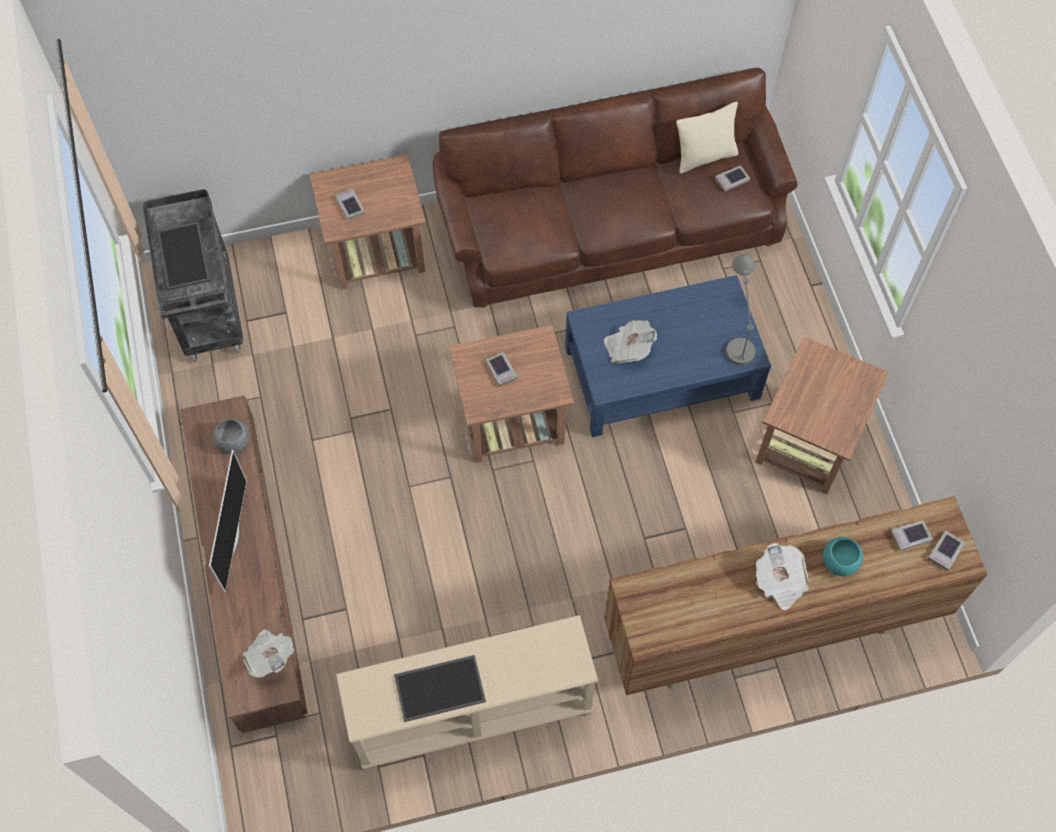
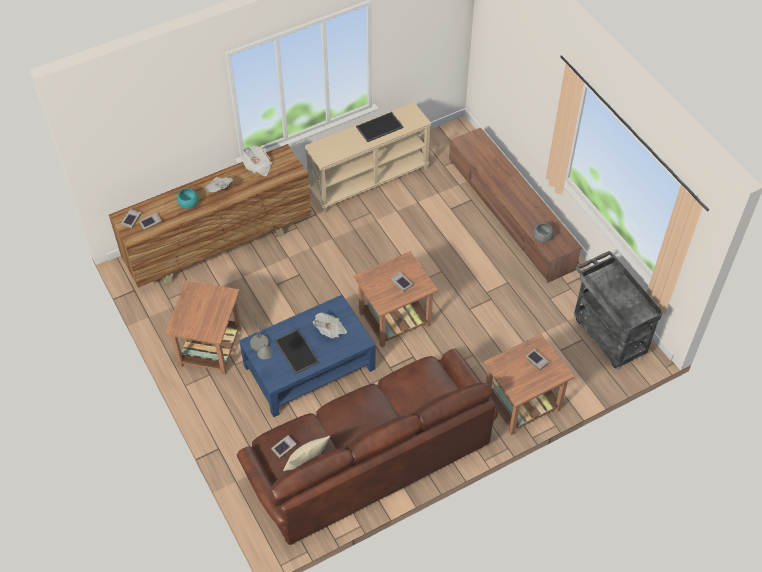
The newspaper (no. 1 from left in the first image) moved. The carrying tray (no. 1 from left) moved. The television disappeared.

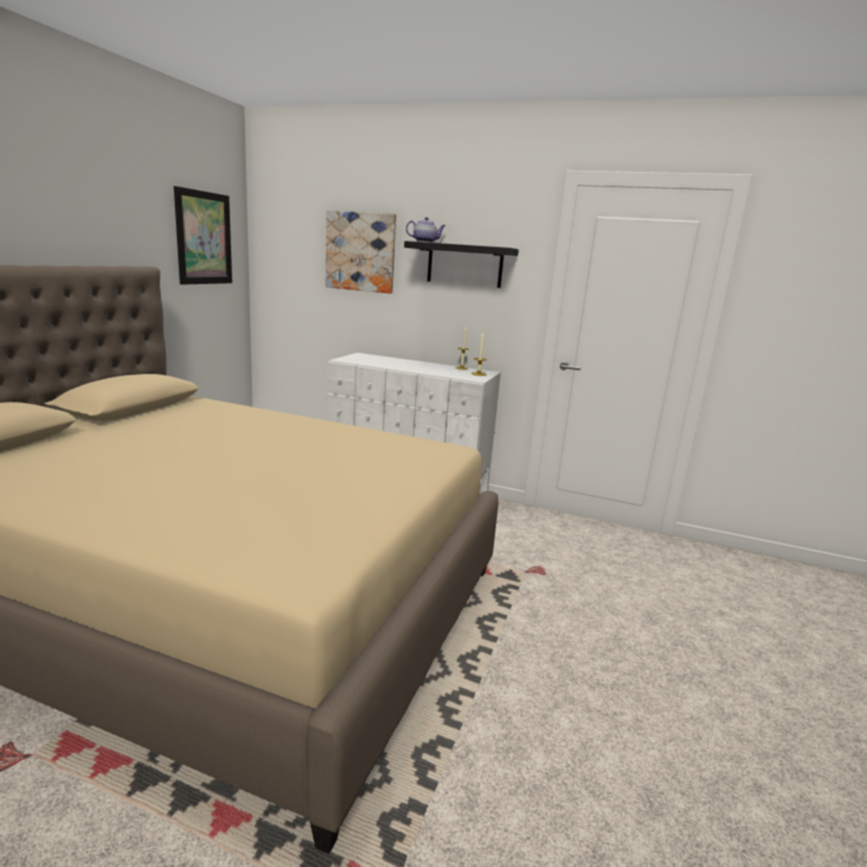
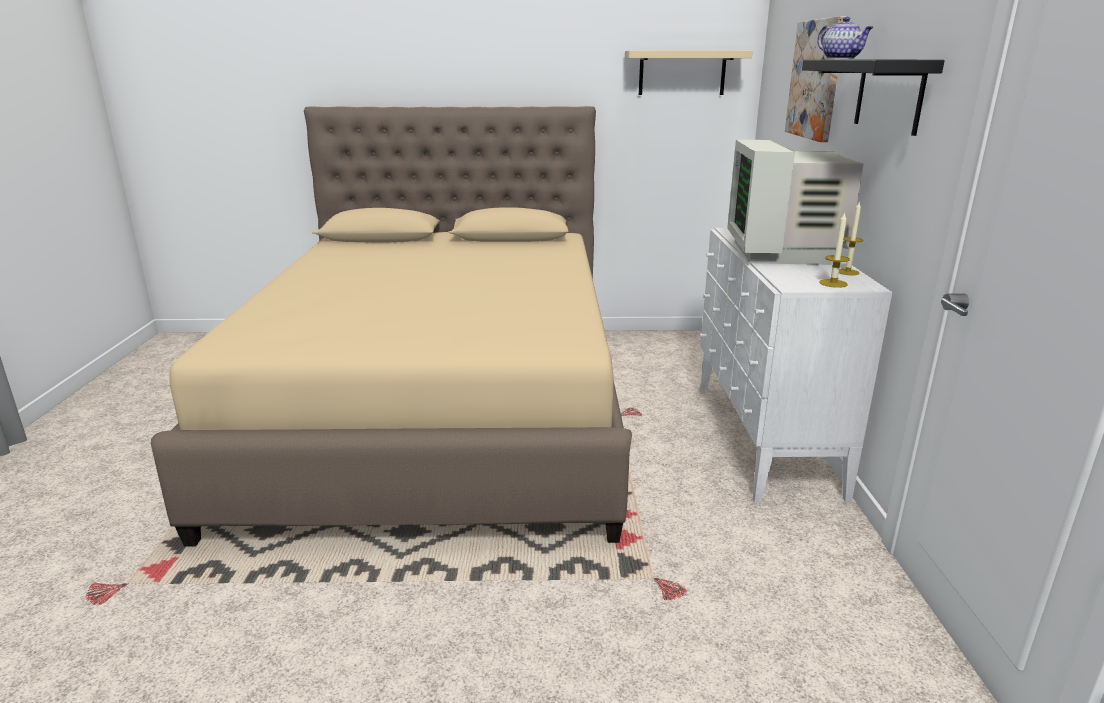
The picture (no. 1 from left) was replaced by the bracket shelf (beige-coloured). The computer display appeared.

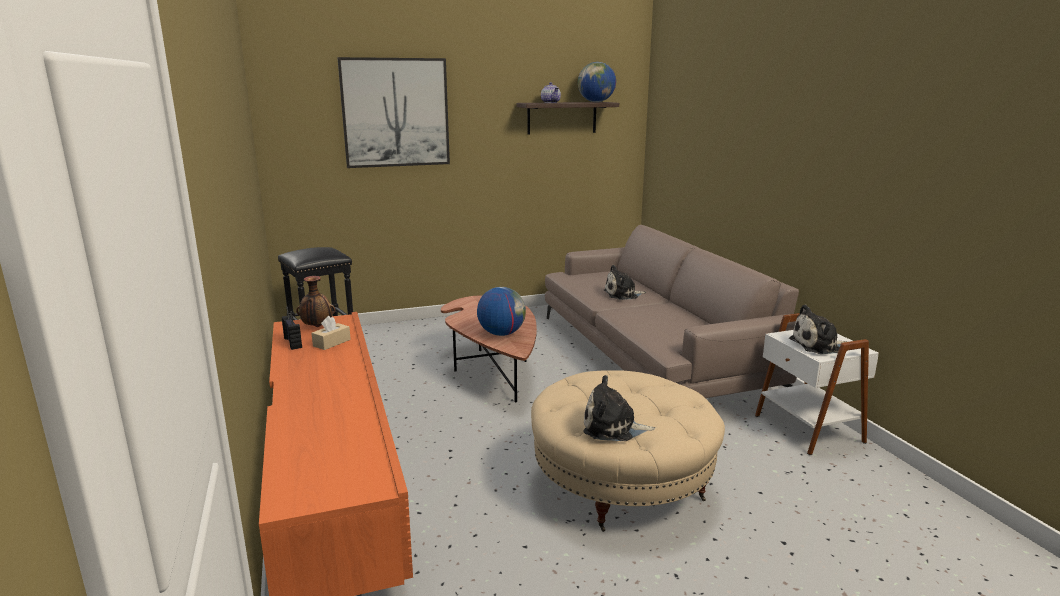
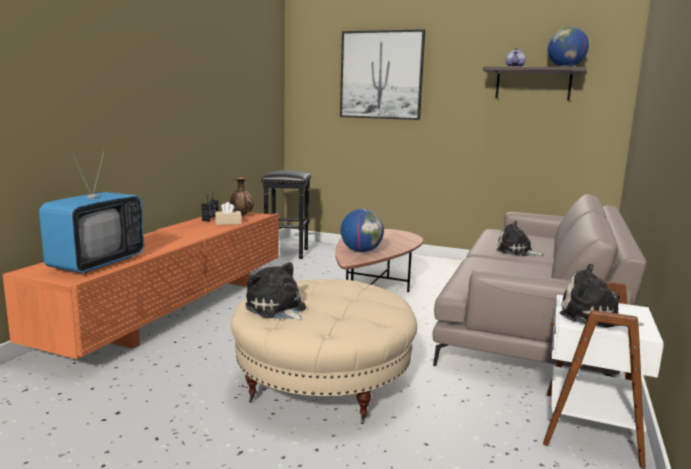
The television appeared.

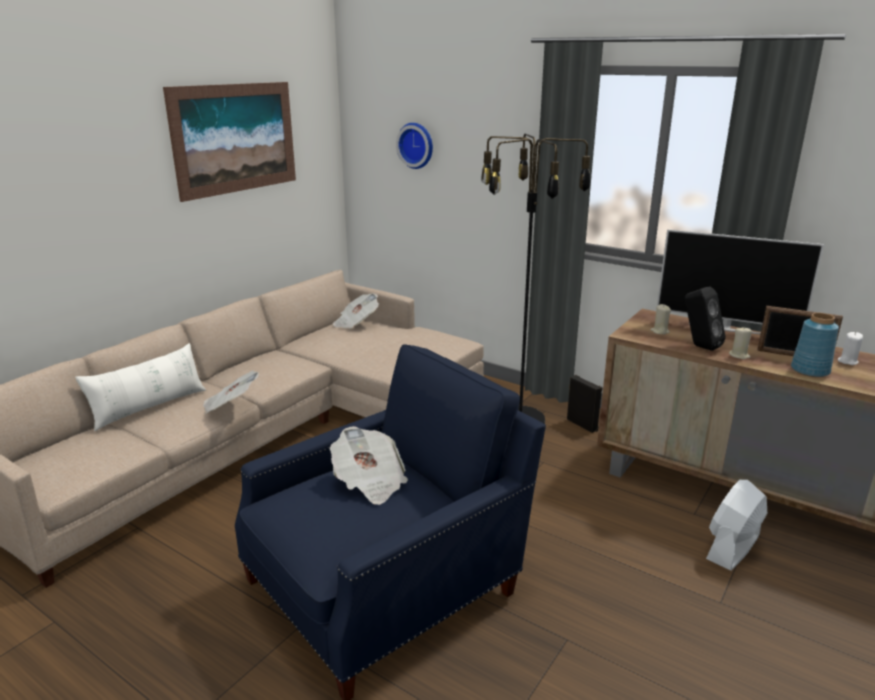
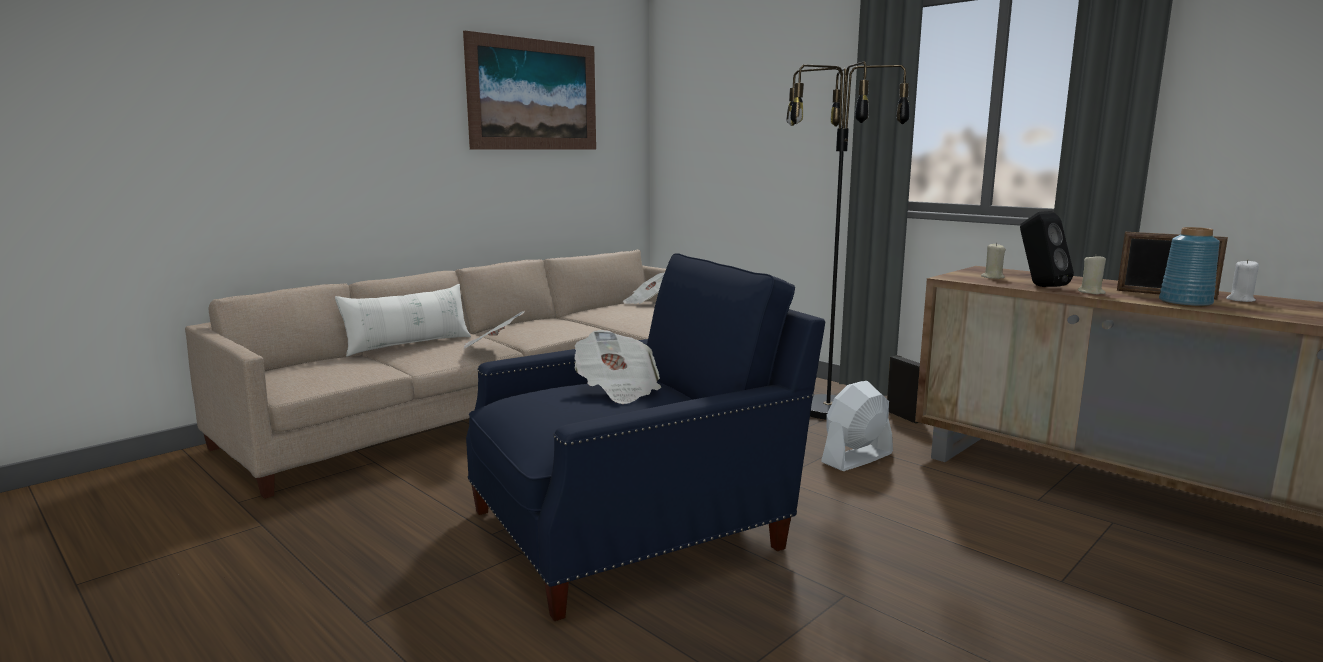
The fan (white) moved. The clock on the wall disappeared. The television disappeared.

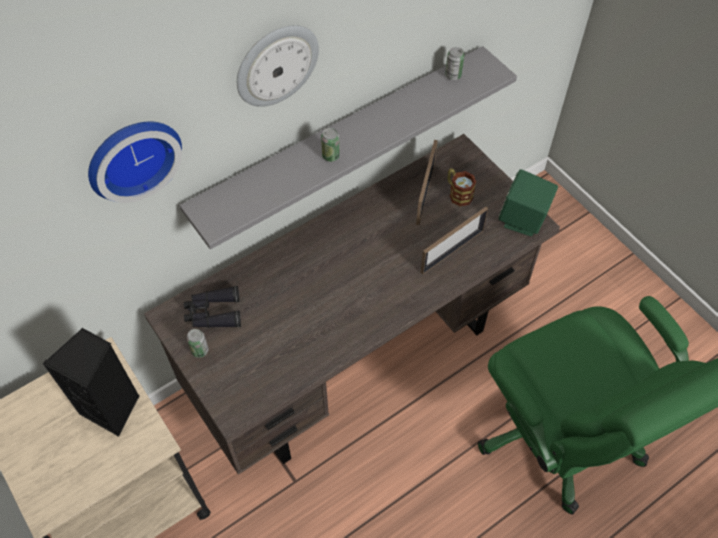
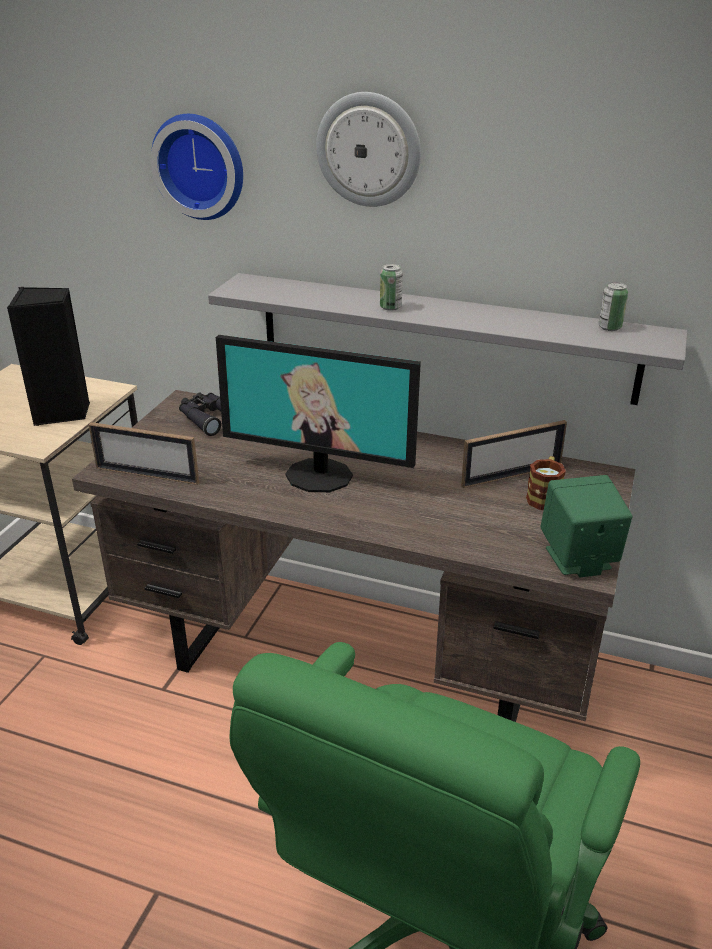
The photo frame (no. 2 from left in the first image) moved. The computer display appeared. The can (no. 1 from left) disappeared.

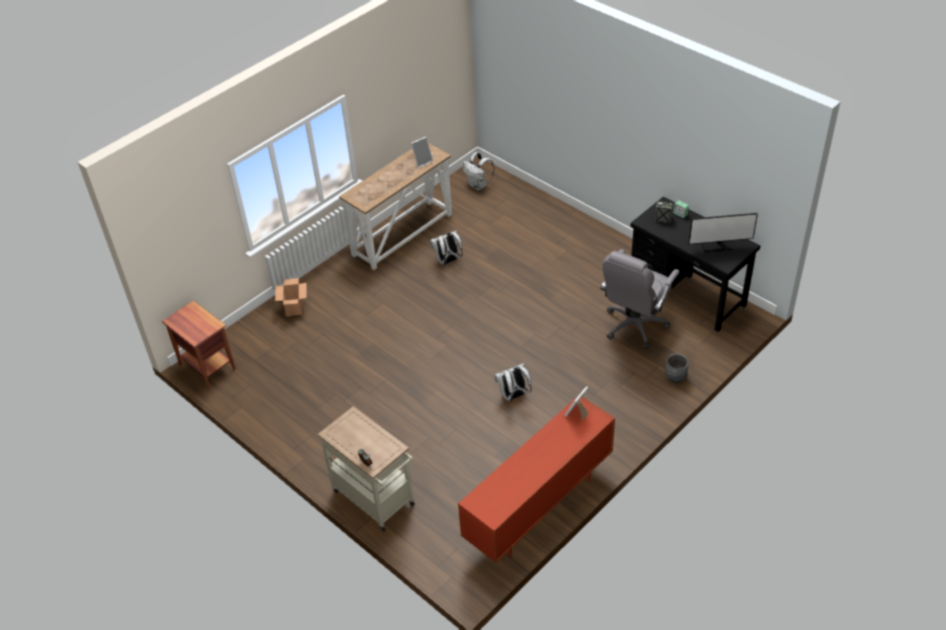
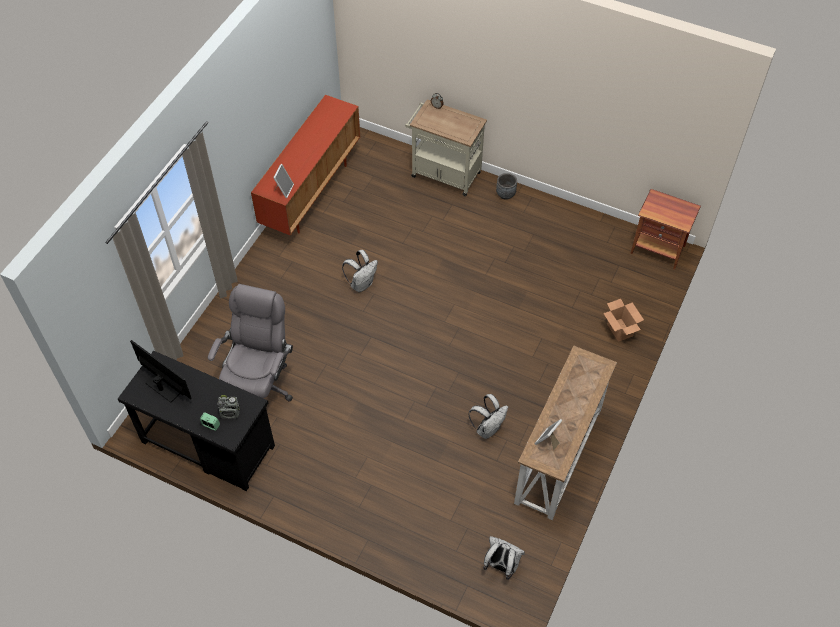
The computer display turned 60 degrees clockwise. The plant pot (gray) moved.

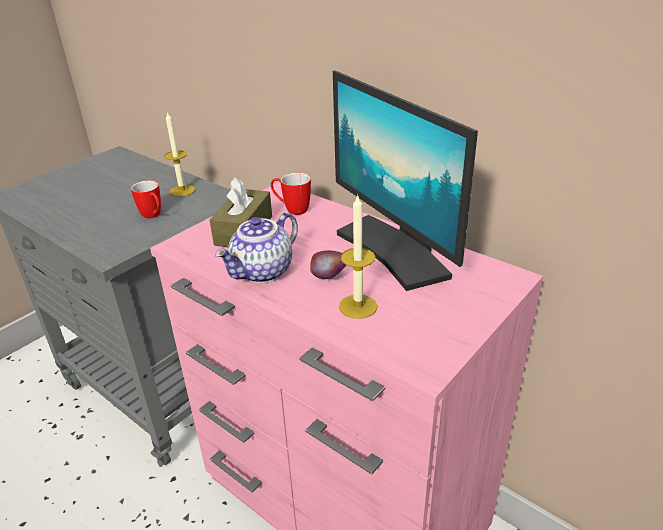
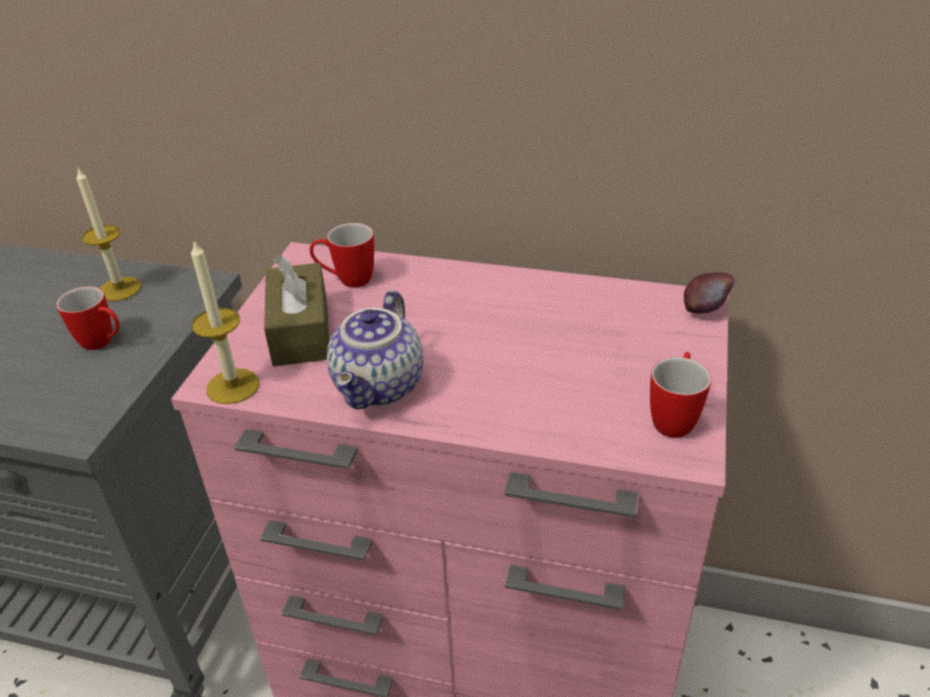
The wax candle (no. 2 from left) moved. The coffee mug (no. 3 from left) appeared. The whole apple moved. The computer display disappeared.

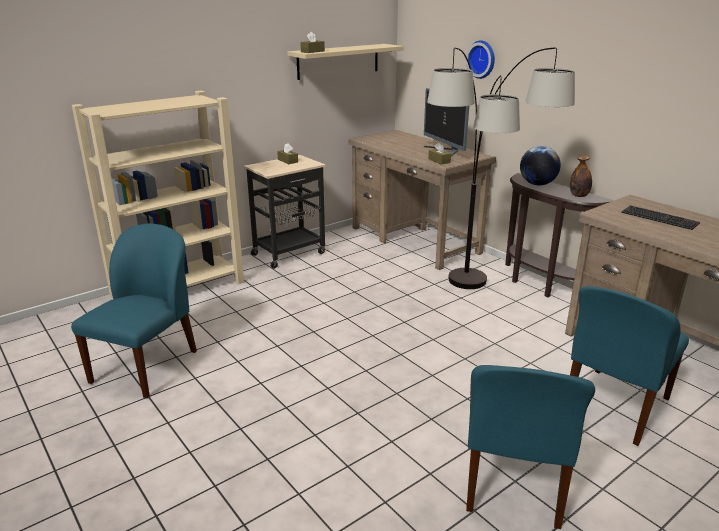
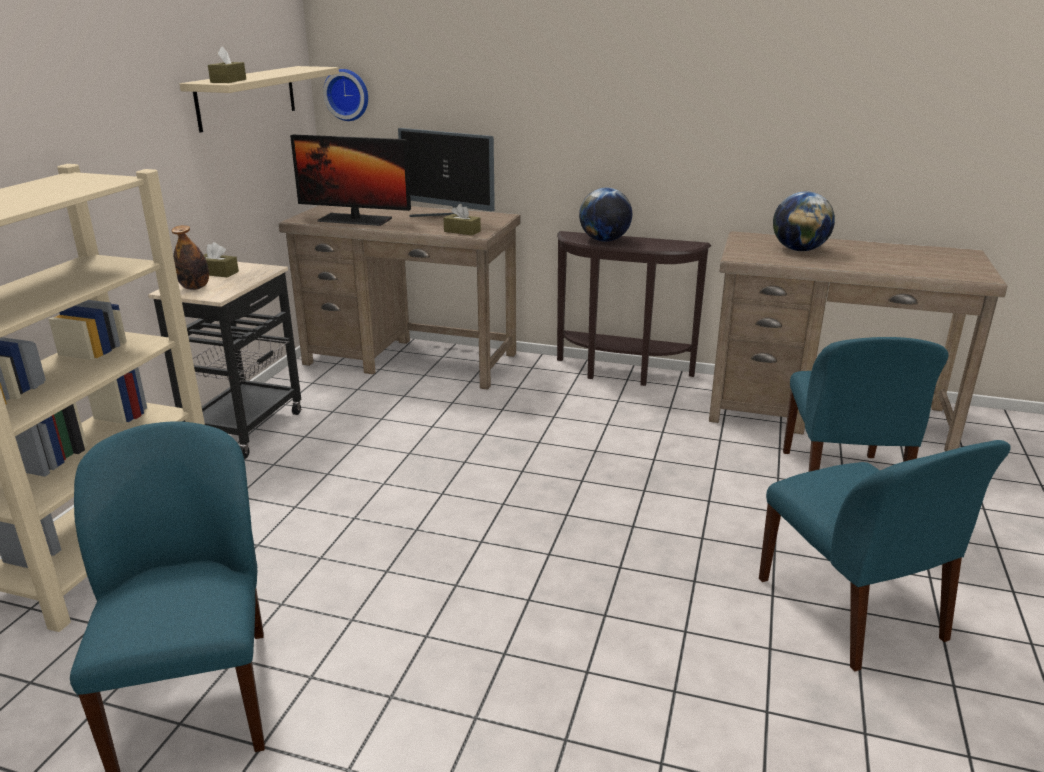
The drink bottle moved. The computer display (no. 1 from left) appeared. The clock on the wall moved. The keyboard was replaced by the world globe (no. 2 from left). The floor lamp disappeared.

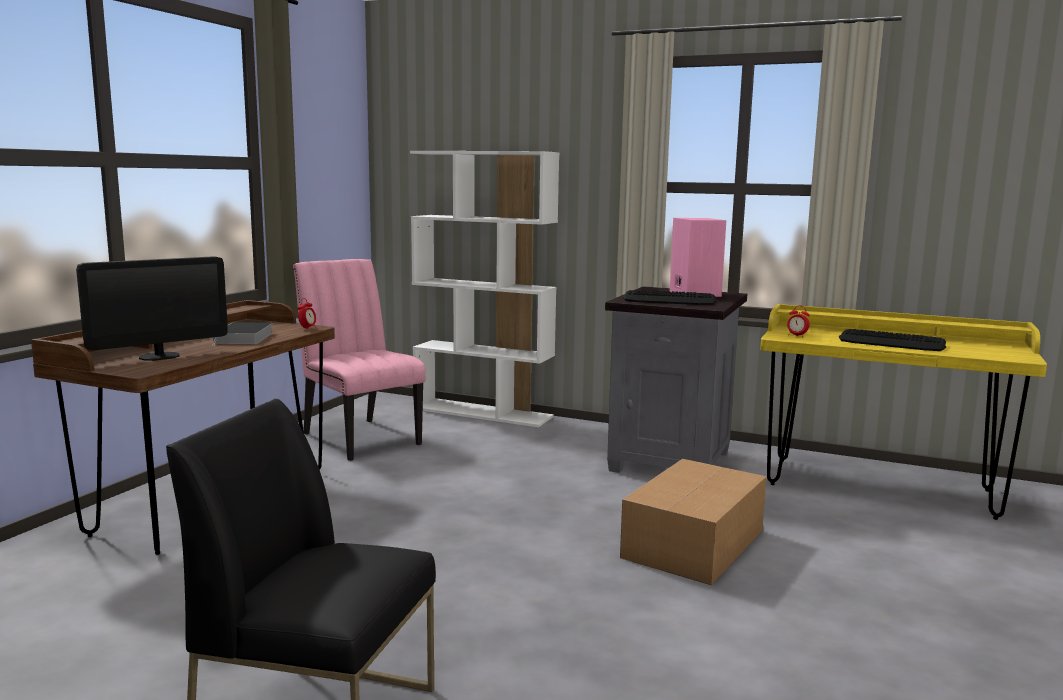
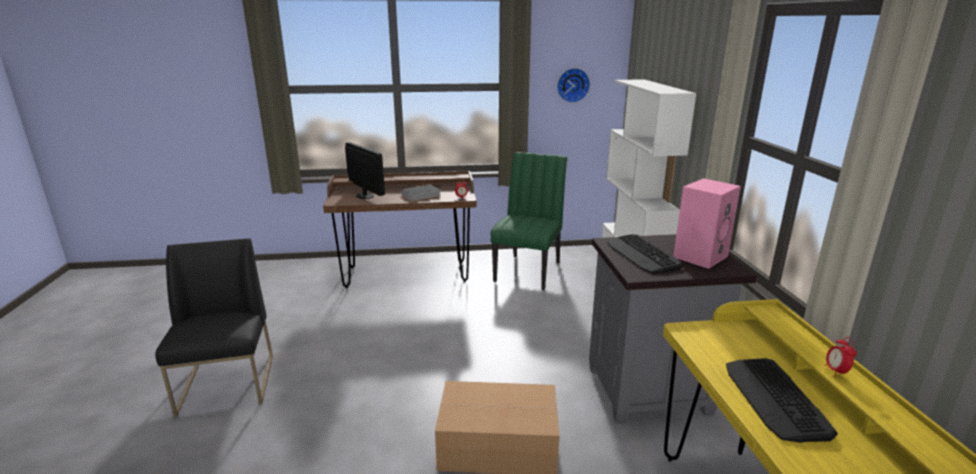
The computer display turned 150 degrees counterclockwise. The upright chair (pinkish) became the upright chair (greenish). The clock on the wall appeared. The bedside clock (no. 2 from left) moved.

